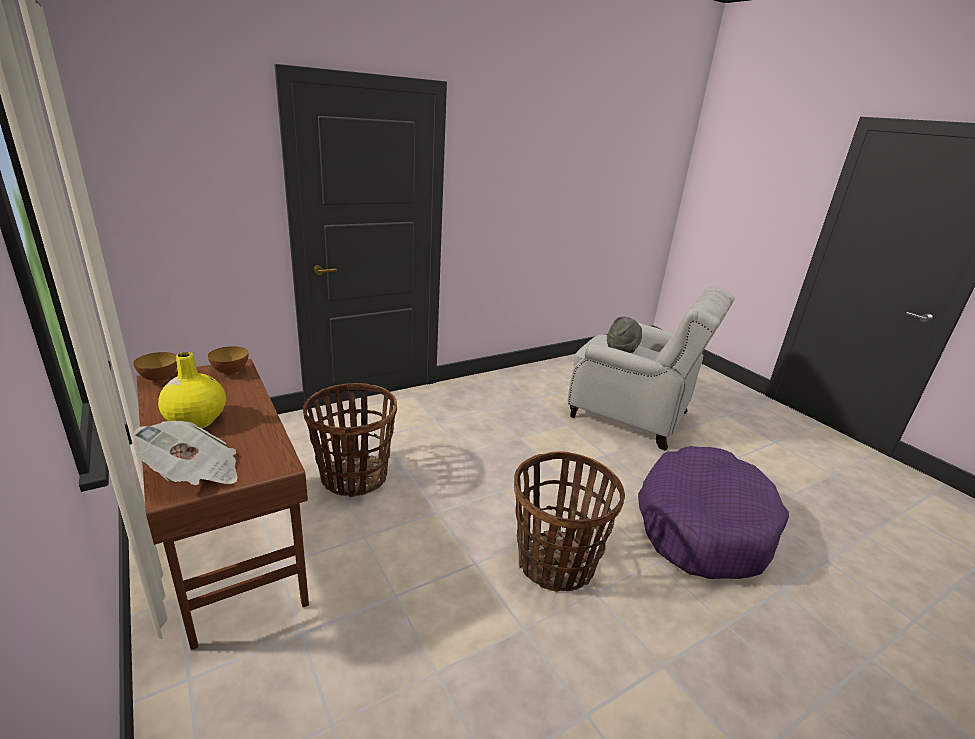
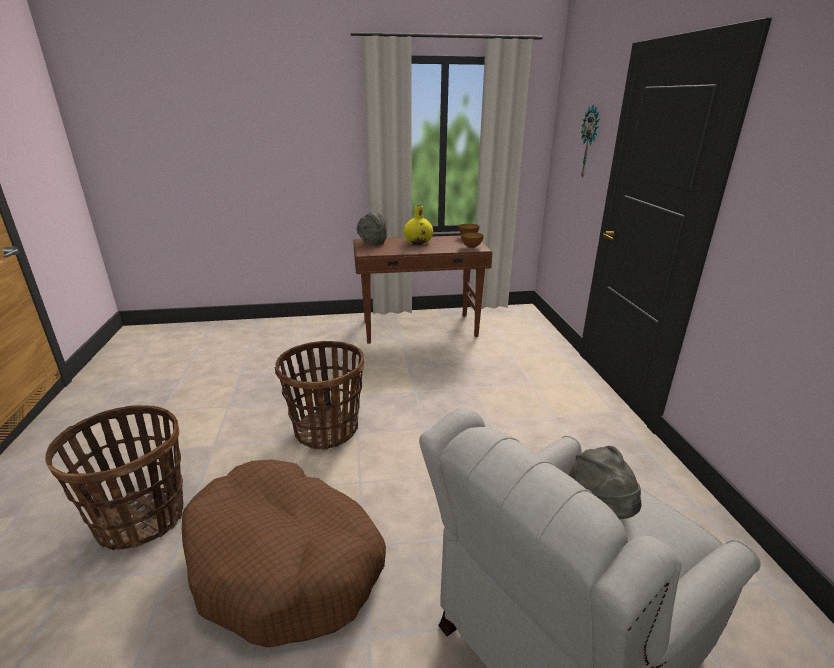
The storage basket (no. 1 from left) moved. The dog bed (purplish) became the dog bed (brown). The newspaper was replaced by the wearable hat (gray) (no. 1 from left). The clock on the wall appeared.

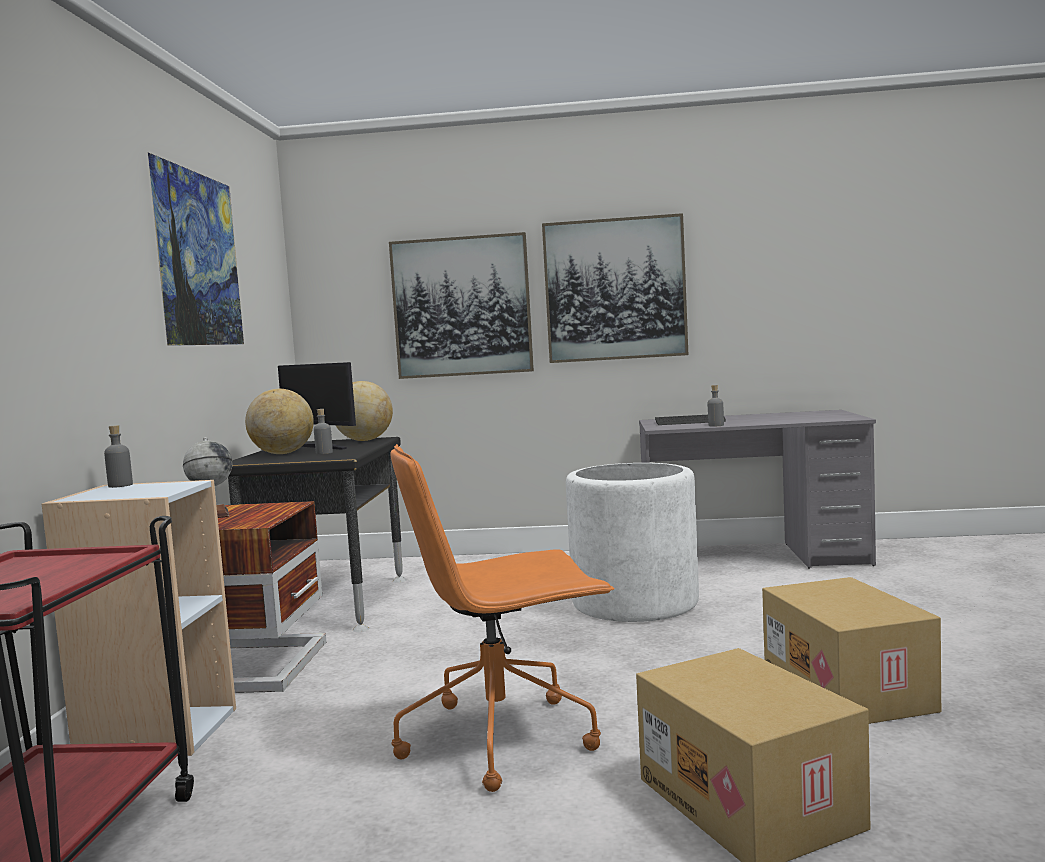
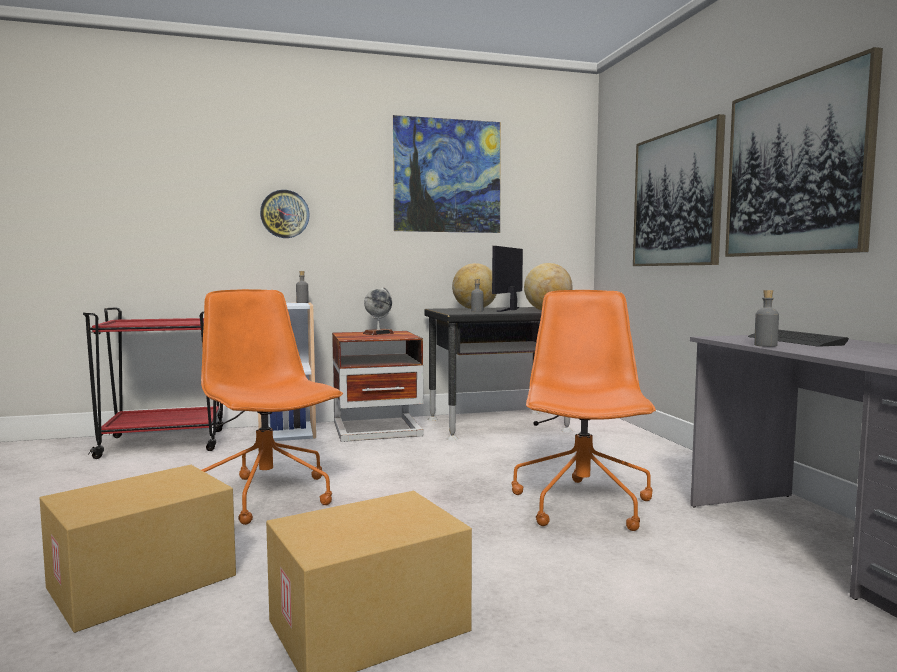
The clock on the wall appeared. The plant pot (white) was replaced by the computer chair (orange) (no. 2 from left).

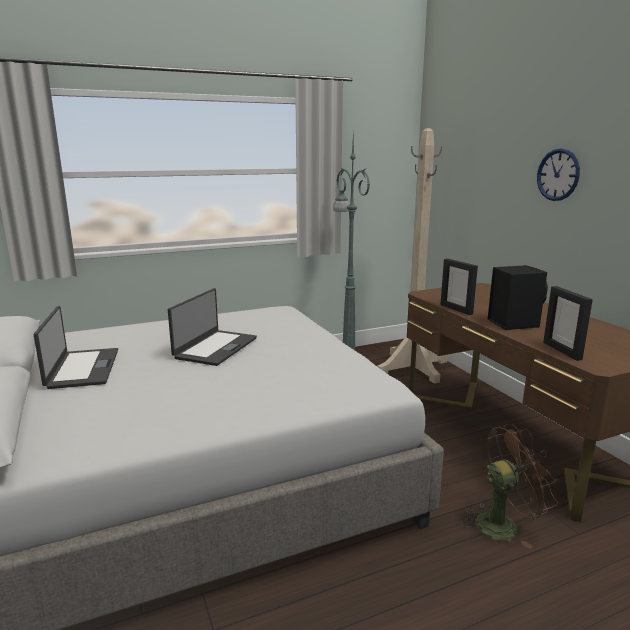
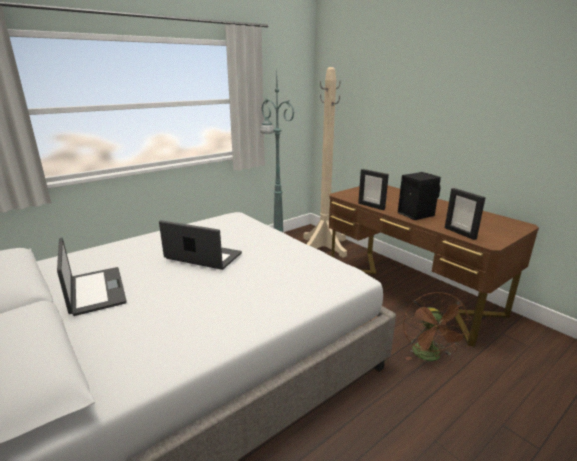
The laptop (no. 2 from left) turned 75 degrees counterclockwise. The fan (brown) turned 120 degrees clockwise. The clock on the wall disappeared.

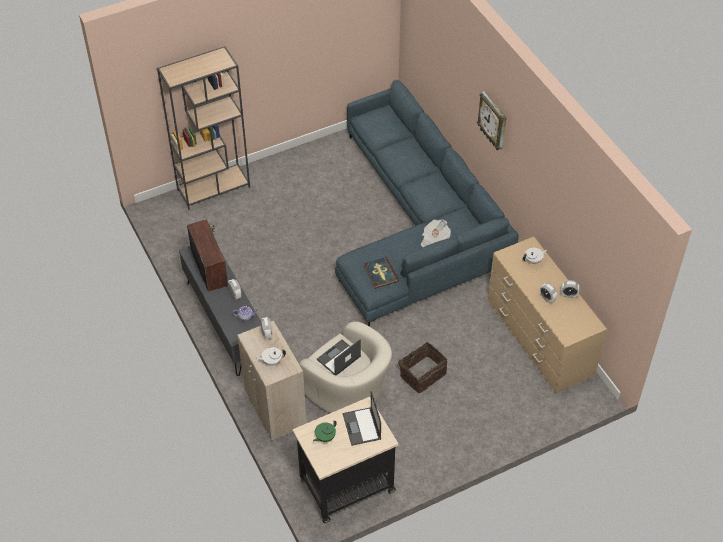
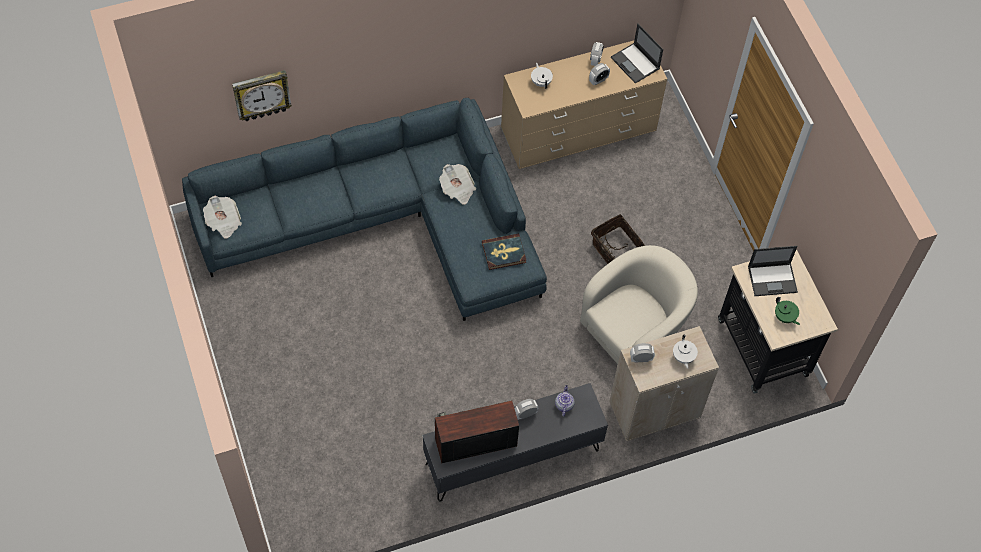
The newspaper (no. 1 from left) appeared. The clock on the wall moved. The laptop (no. 1 from left) moved. The shelving unit disappeared.

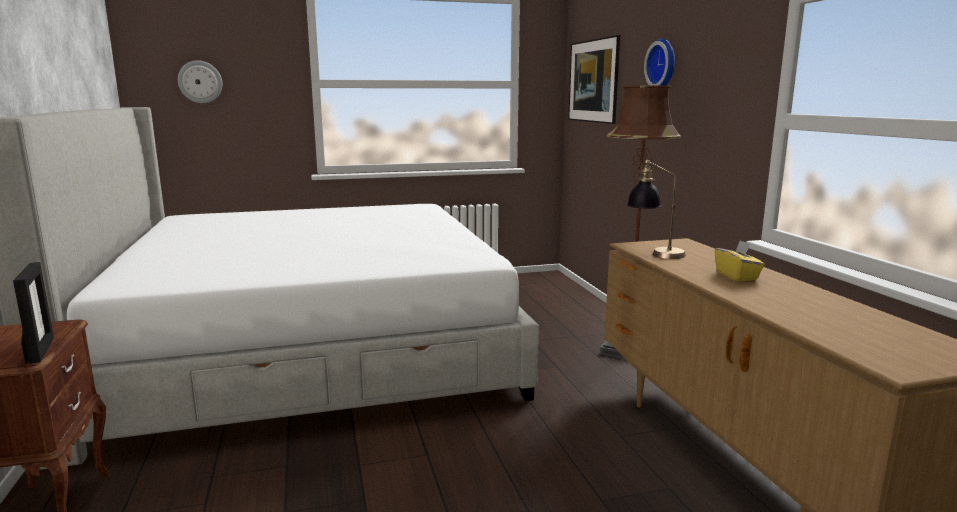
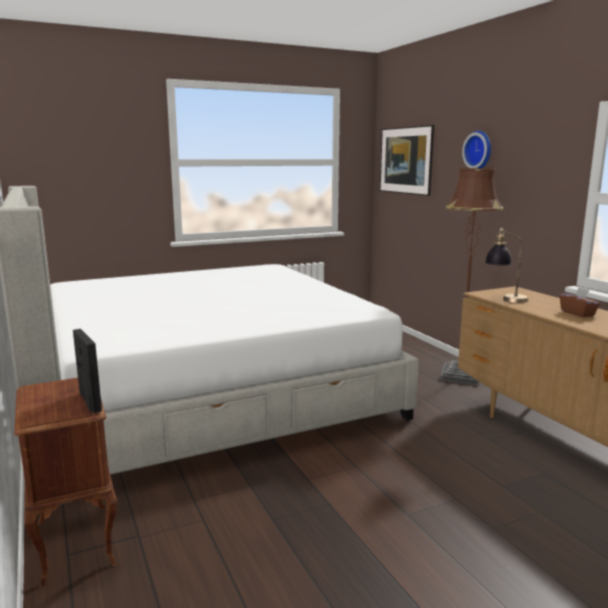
The box of tissues (yellowish) became the box of tissues (brown). The clock on the wall (no. 1 from left) disappeared.

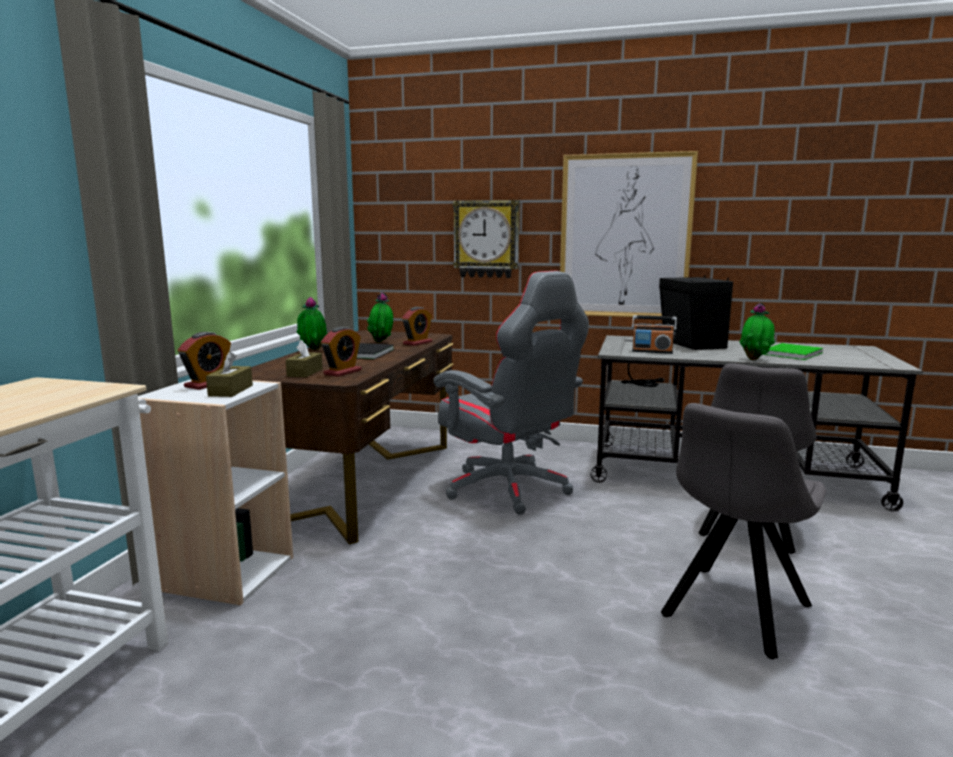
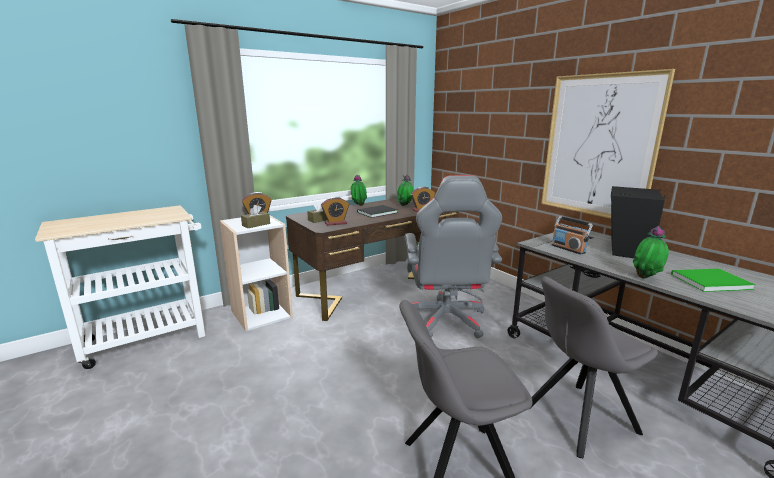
The clock on the wall disappeared.

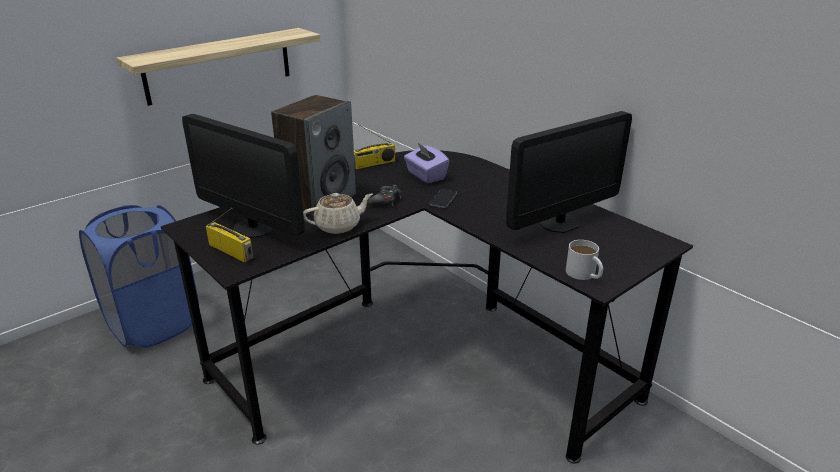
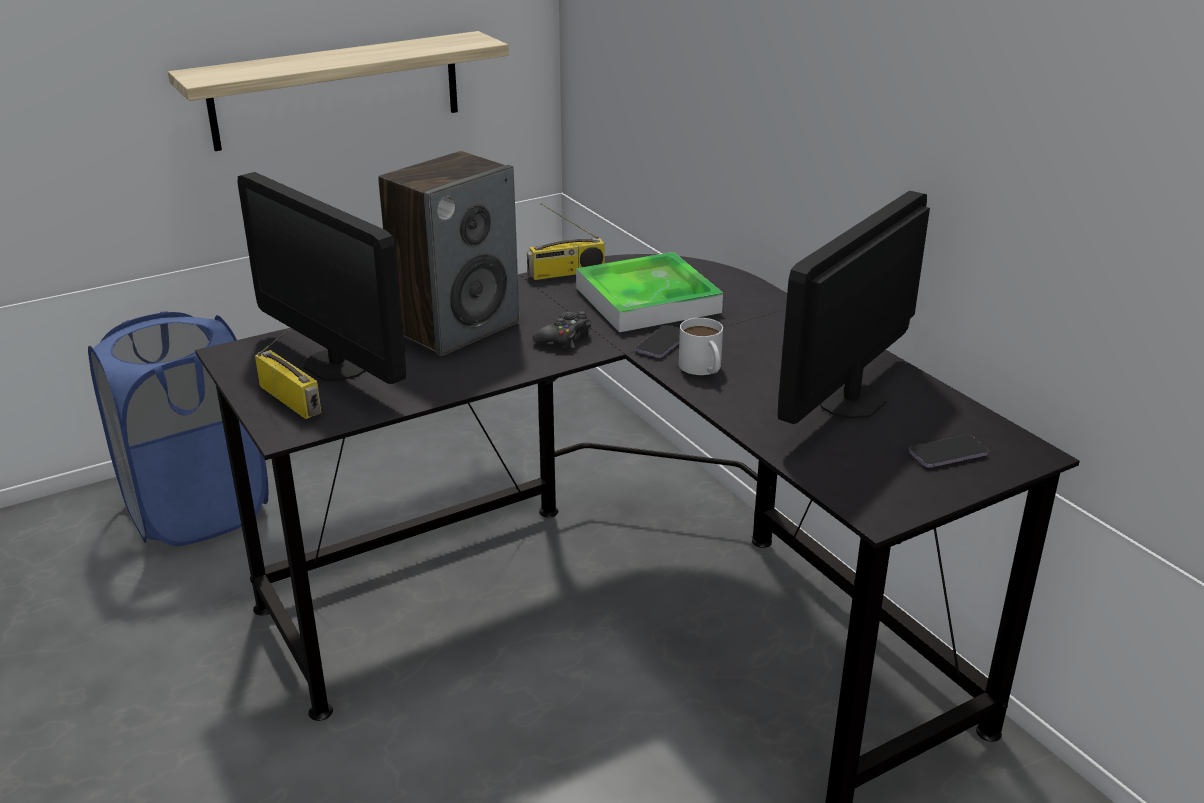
The box of tissues (purplish) was replaced by the carrying tray. The coffee mug (white) moved. The computer display (no. 2 from left) turned 150 degrees clockwise. The telephone (no. 2 from left) appeared. The tea pot (beige-coloured) disappeared.

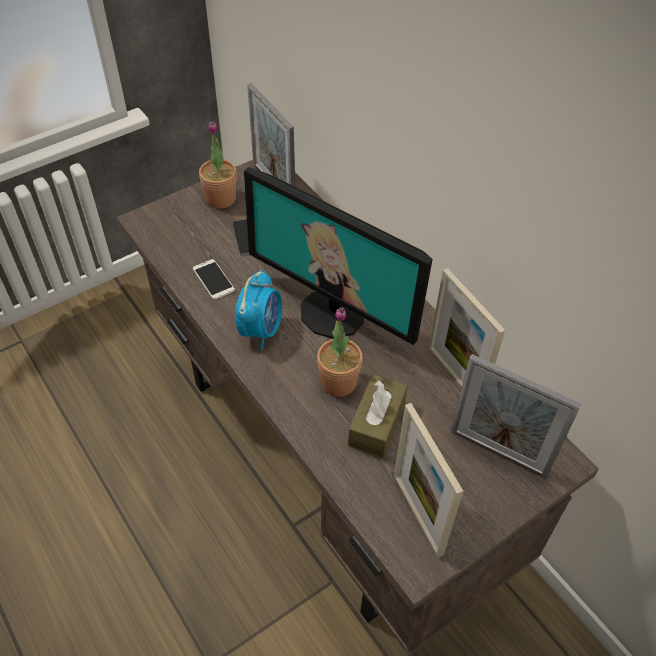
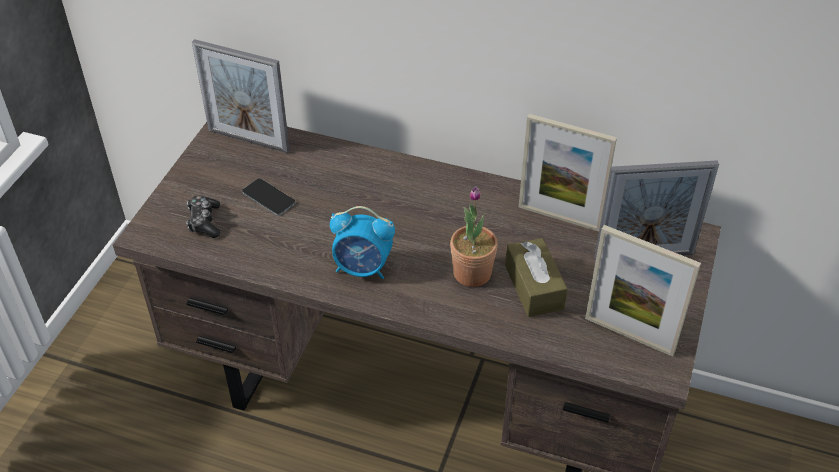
The joypad appeared. The bedside clock turned 120 degrees clockwise. The telephone (no. 1 from left) disappeared. The houseplant (no. 1 from left) disappeared. The computer display disappeared.

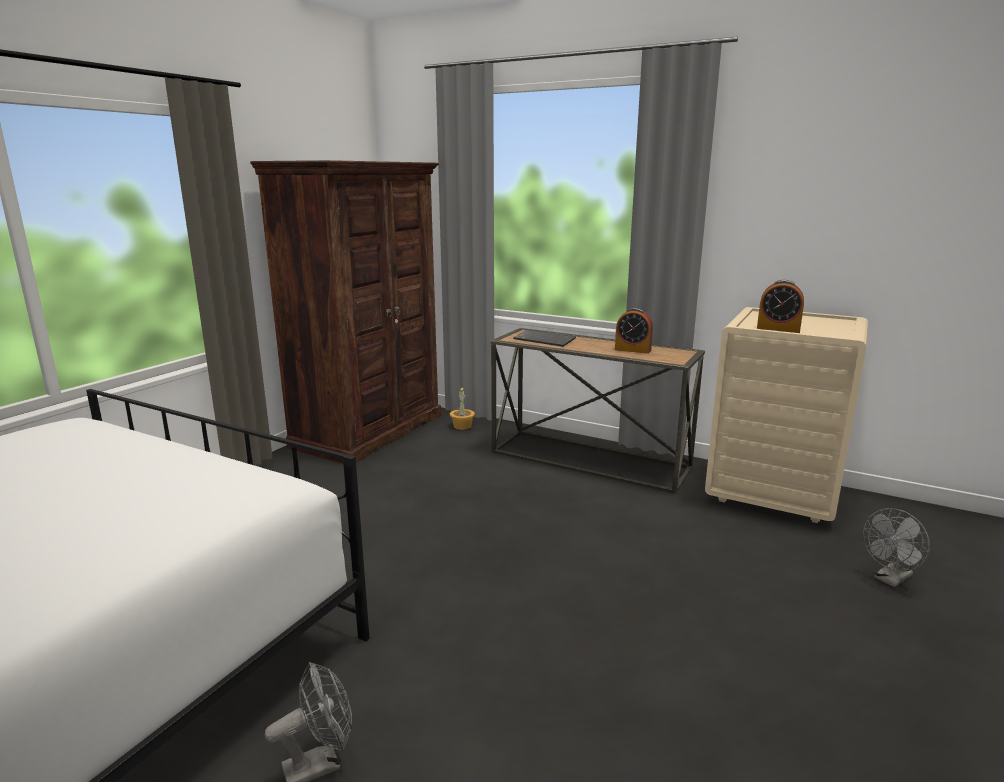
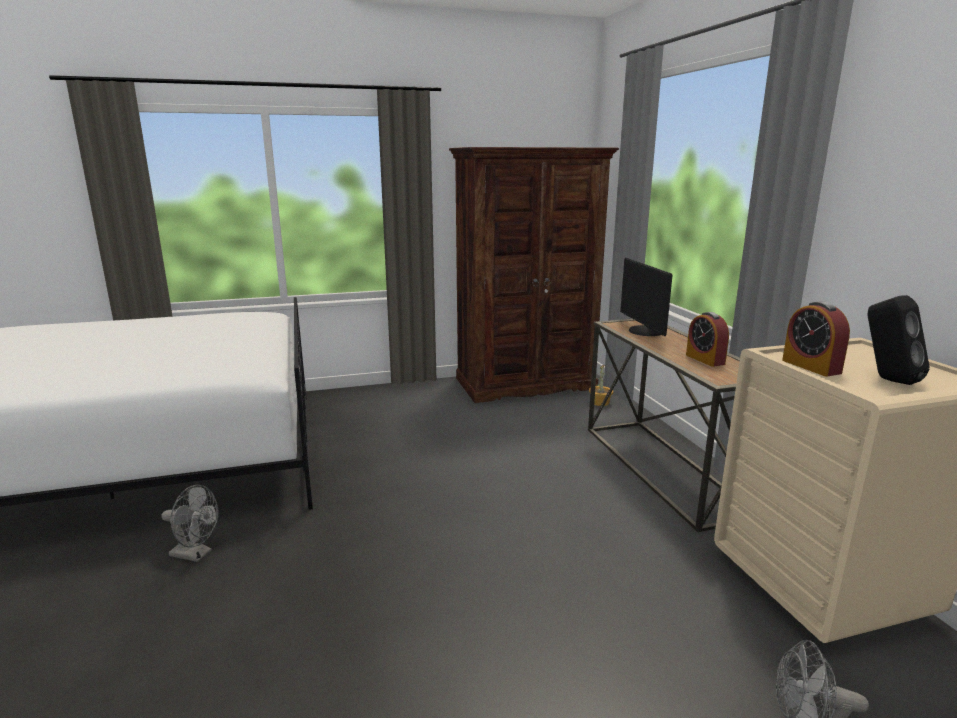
The keyboard was replaced by the computer display. The loudspeaker (black-coloured) appeared.

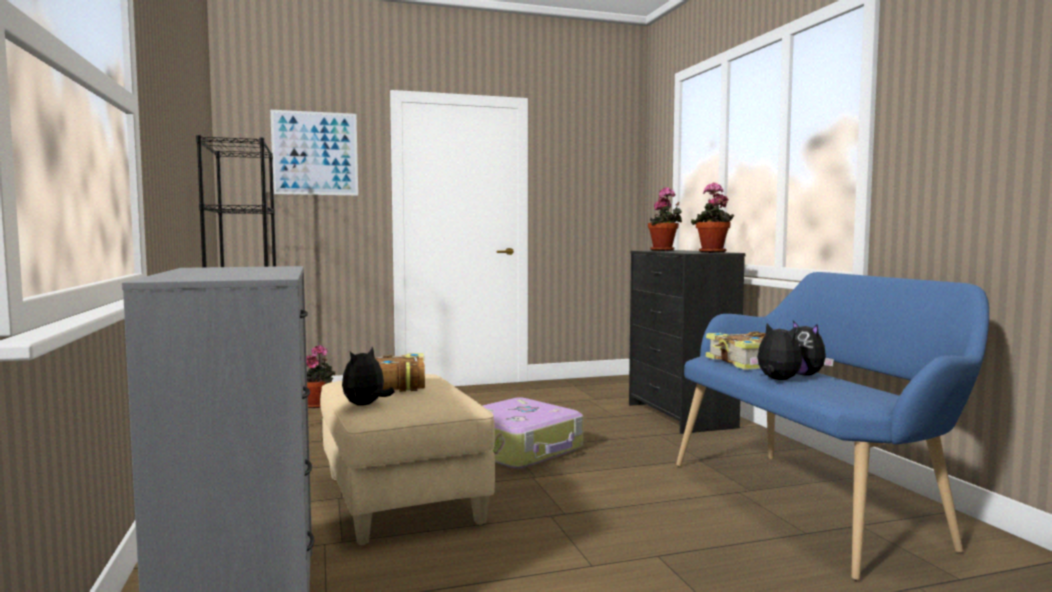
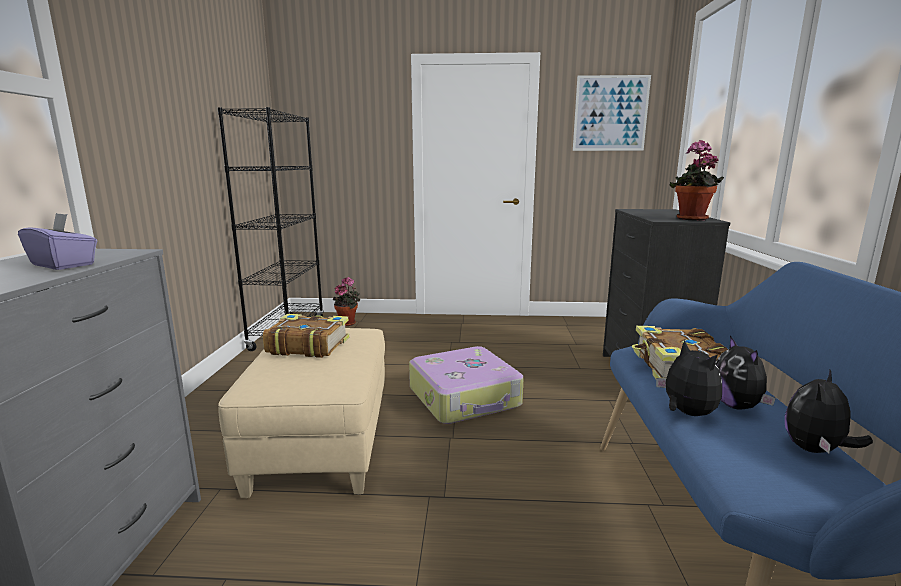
The box of tissues (purplish) appeared. The picture moved. The plush toy (no. 1 from left in the first image) moved. The houseplant (no. 2 from left) disappeared.

